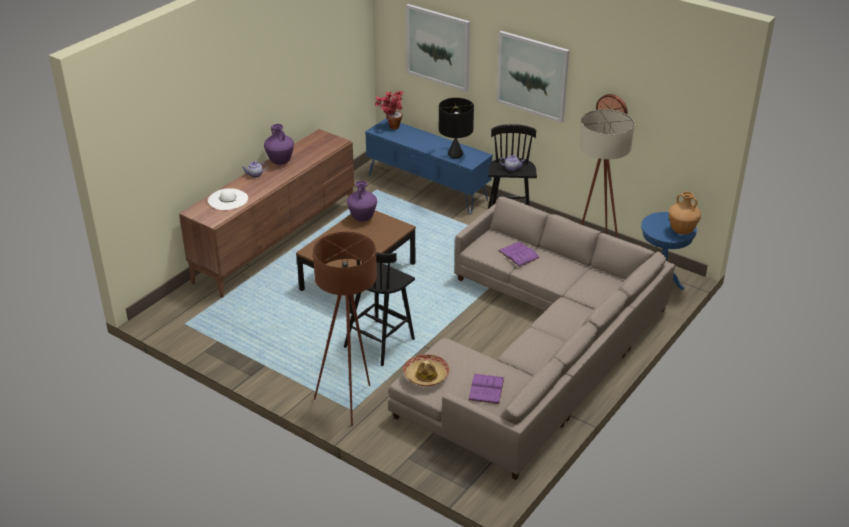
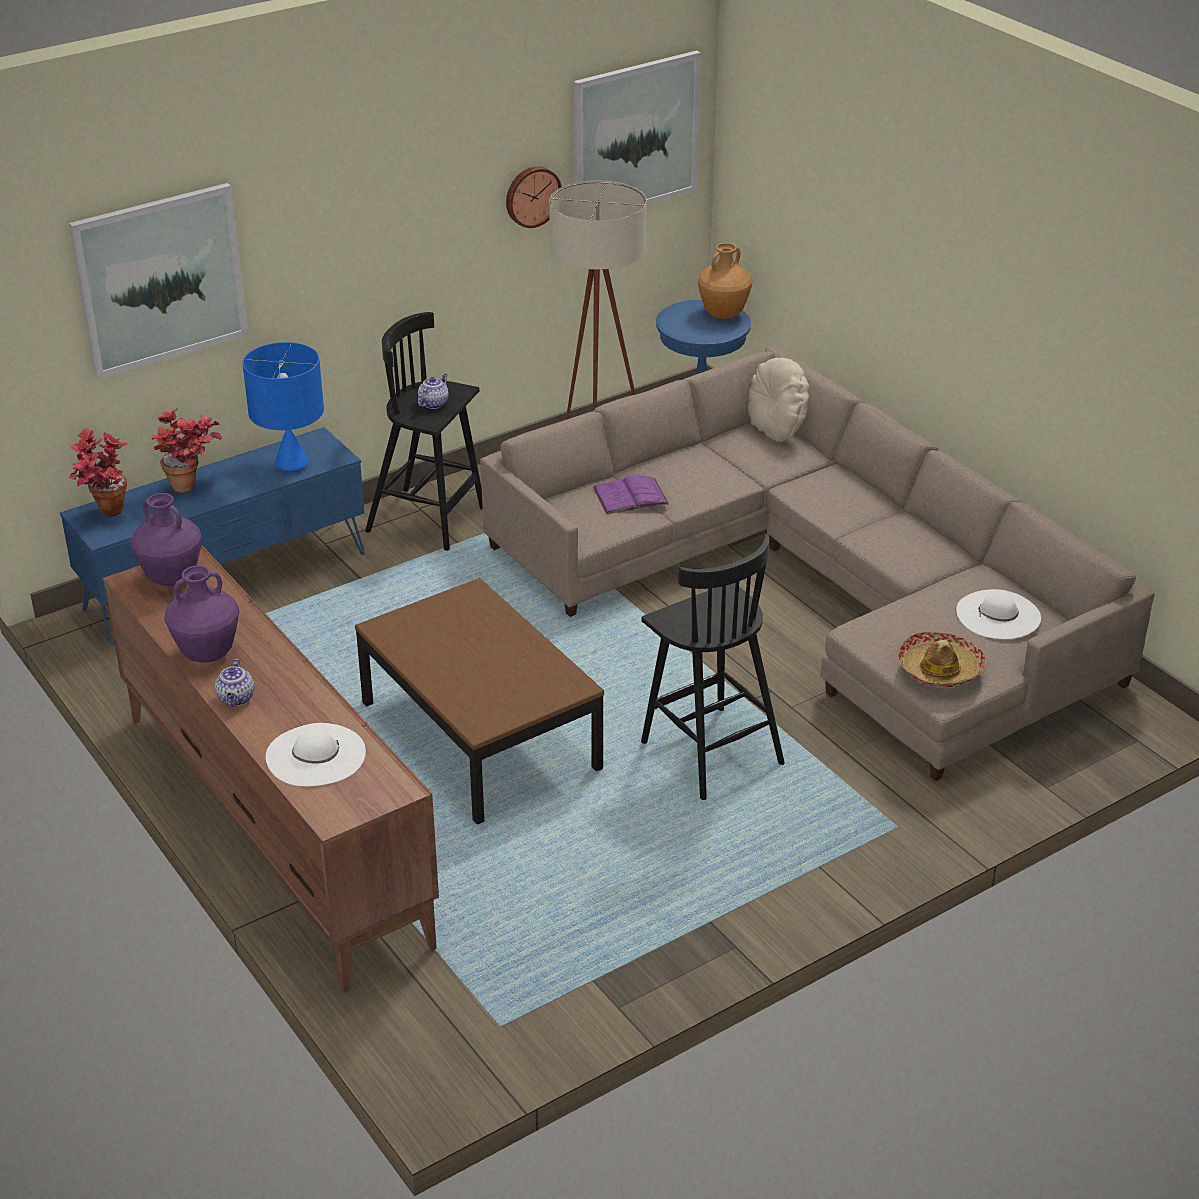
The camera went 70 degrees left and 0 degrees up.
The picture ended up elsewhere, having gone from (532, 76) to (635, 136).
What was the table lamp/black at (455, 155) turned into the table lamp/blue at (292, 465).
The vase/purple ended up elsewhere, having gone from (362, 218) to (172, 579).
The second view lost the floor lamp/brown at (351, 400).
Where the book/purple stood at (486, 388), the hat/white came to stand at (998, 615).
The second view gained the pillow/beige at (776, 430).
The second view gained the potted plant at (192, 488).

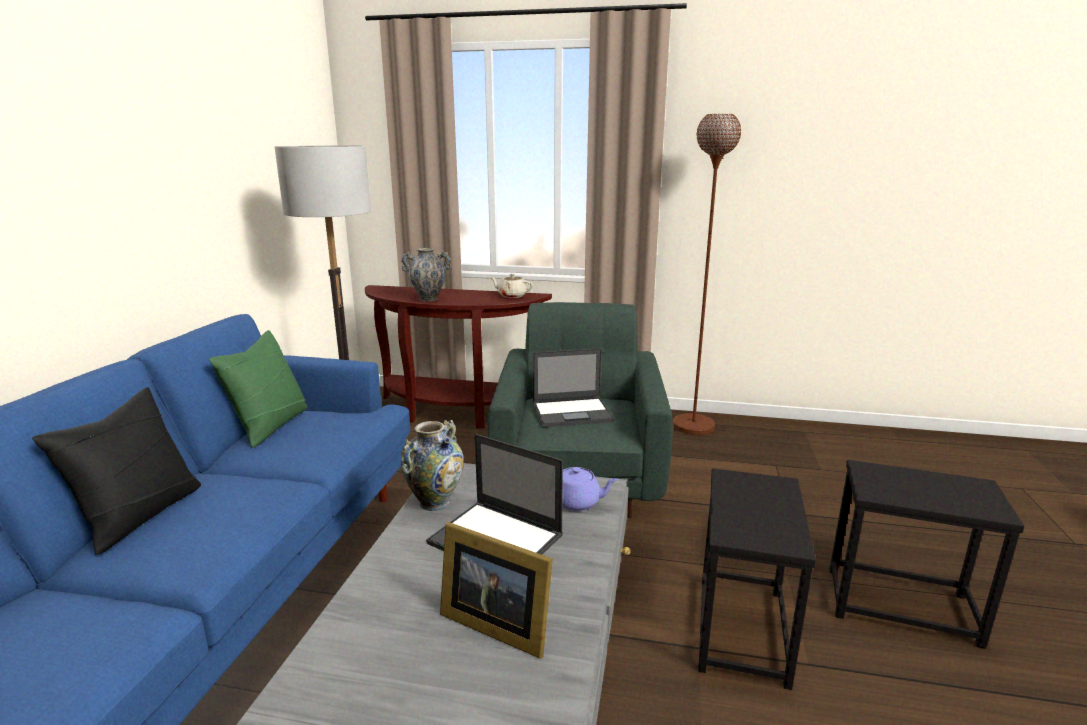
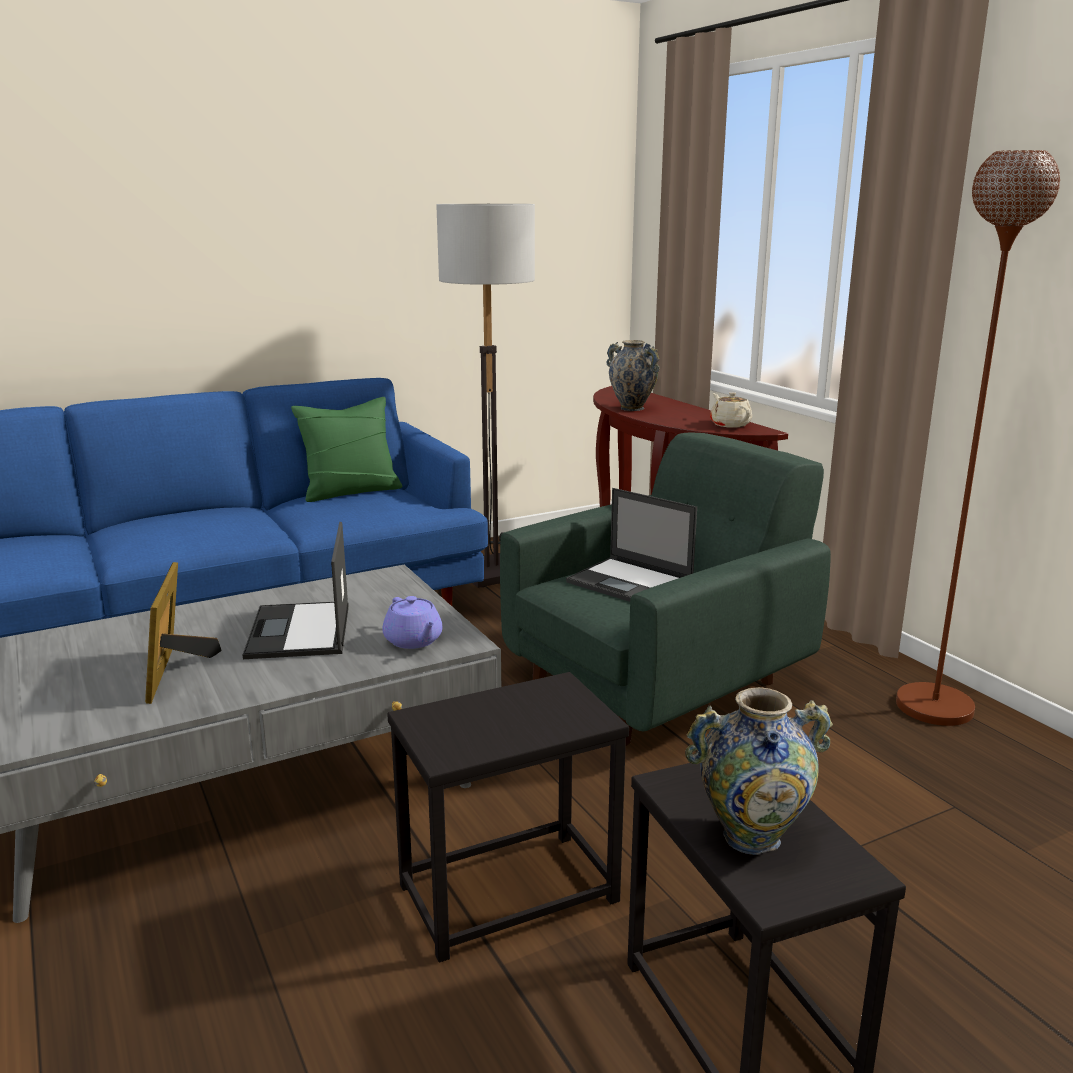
The camera went 50 degrees right and 0 degrees up.
The second view lost the pillow/black at (140, 515).
The vase ended up elsewhere, having gone from (435, 502) to (752, 837).

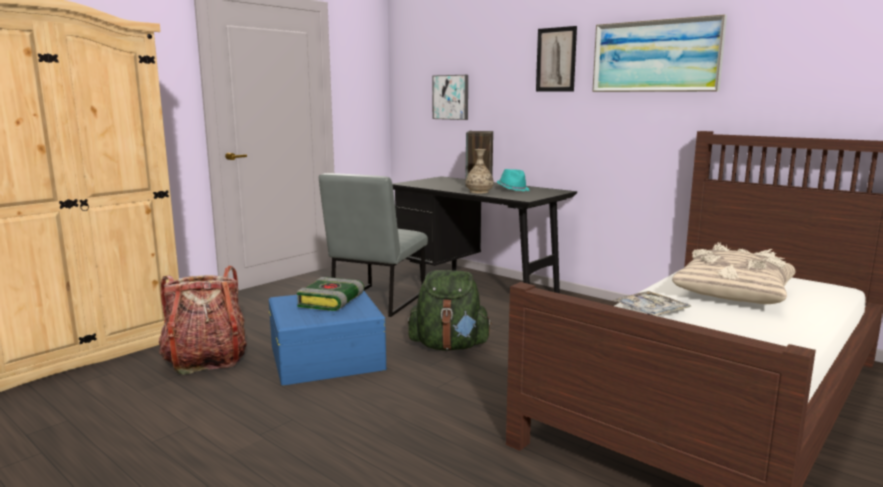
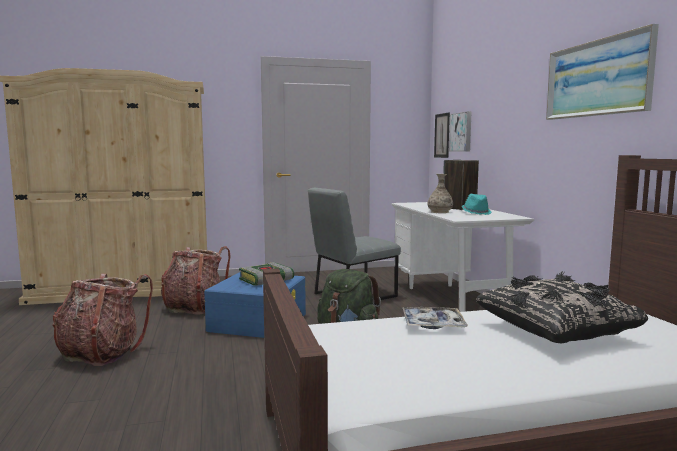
The camera went 35 degrees right and 5 degrees down.
The picture ended up elsewhere, having gone from (556, 59) to (442, 135).
What was the desk/black at (478, 285) turned into the desk/white at (451, 299).
What was the pillow/beige at (732, 296) turned into the pillow/black at (555, 332).
The second view gained the backpack at (102, 353).

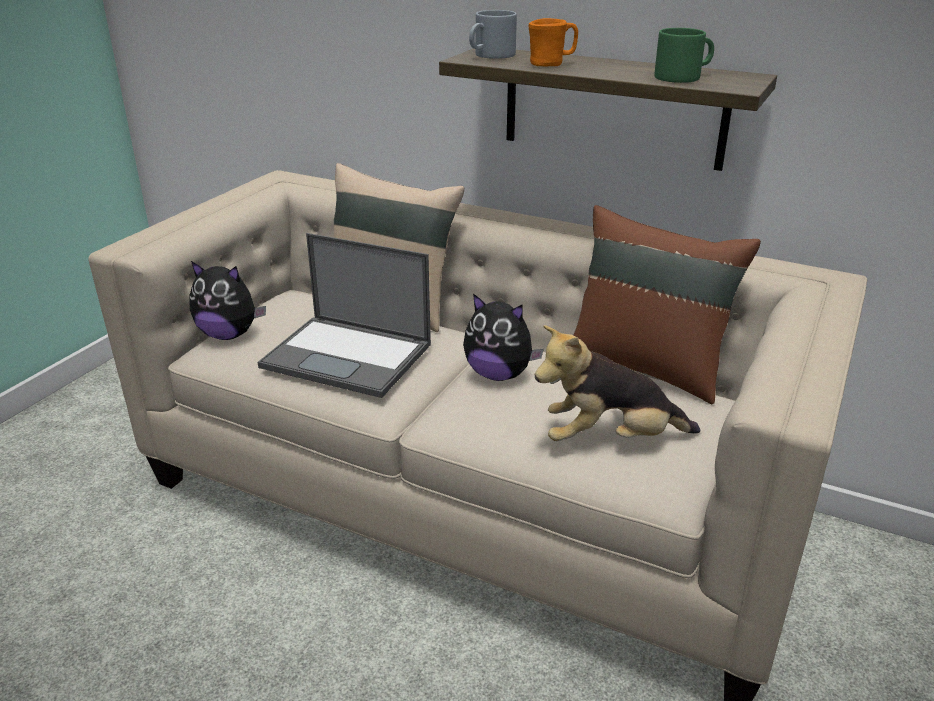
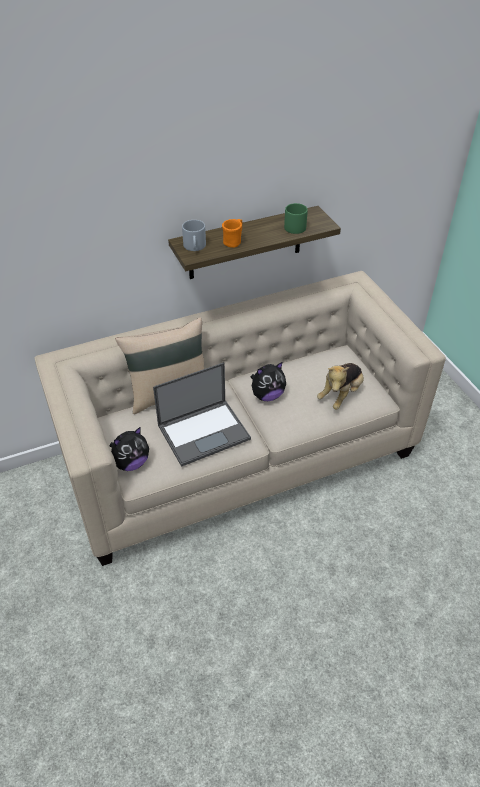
The camera went 50 degrees left and 15 degrees up.
The second view lost the pillow/brown at (646, 367).

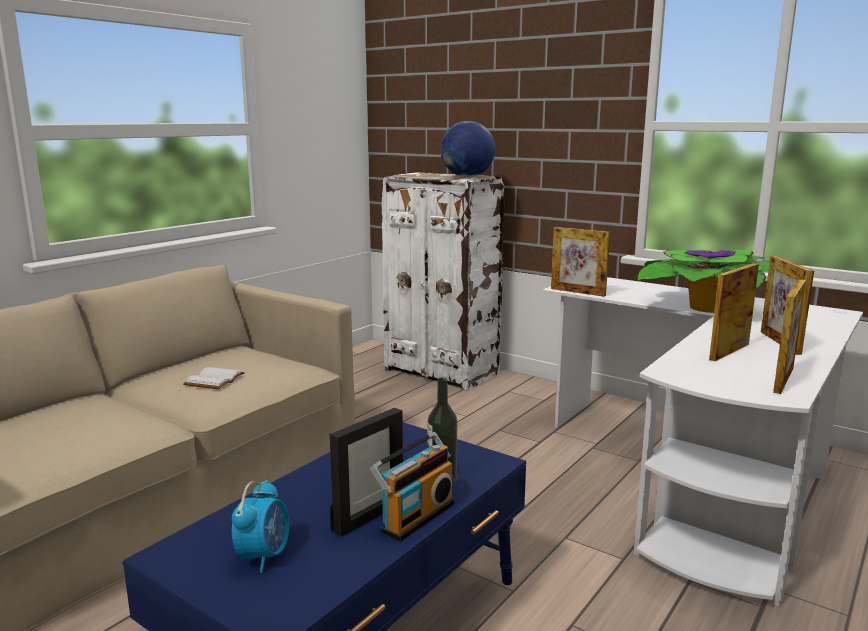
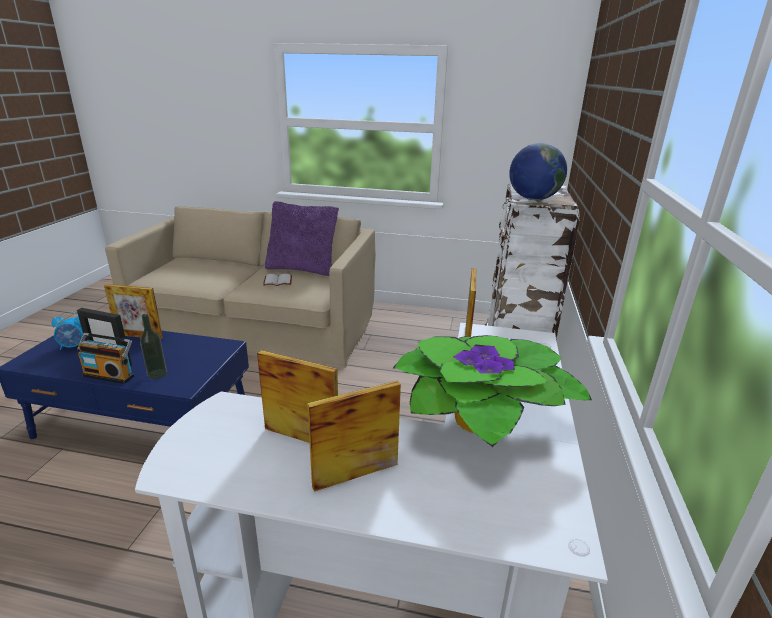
The camera went 65 degrees right and 10 degrees up.
The picture frame ended up elsewhere, having gone from (783, 380) to (139, 336).
The second view gained the pillow/purple at (302, 267).

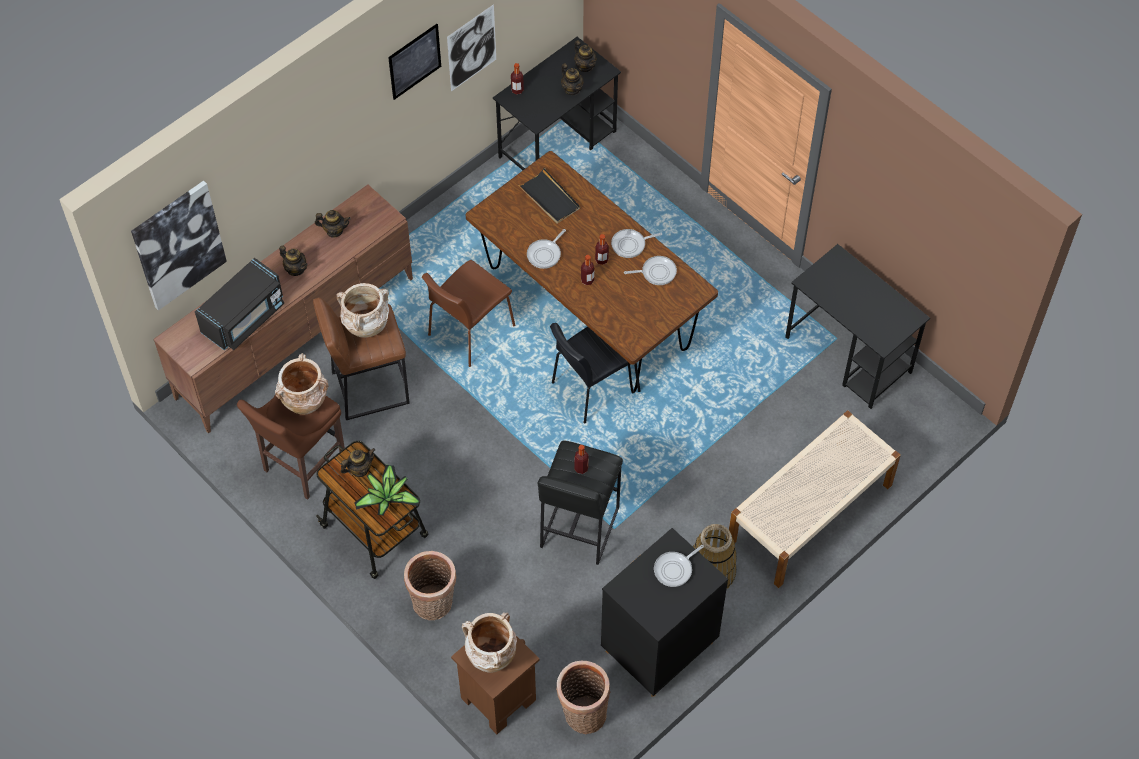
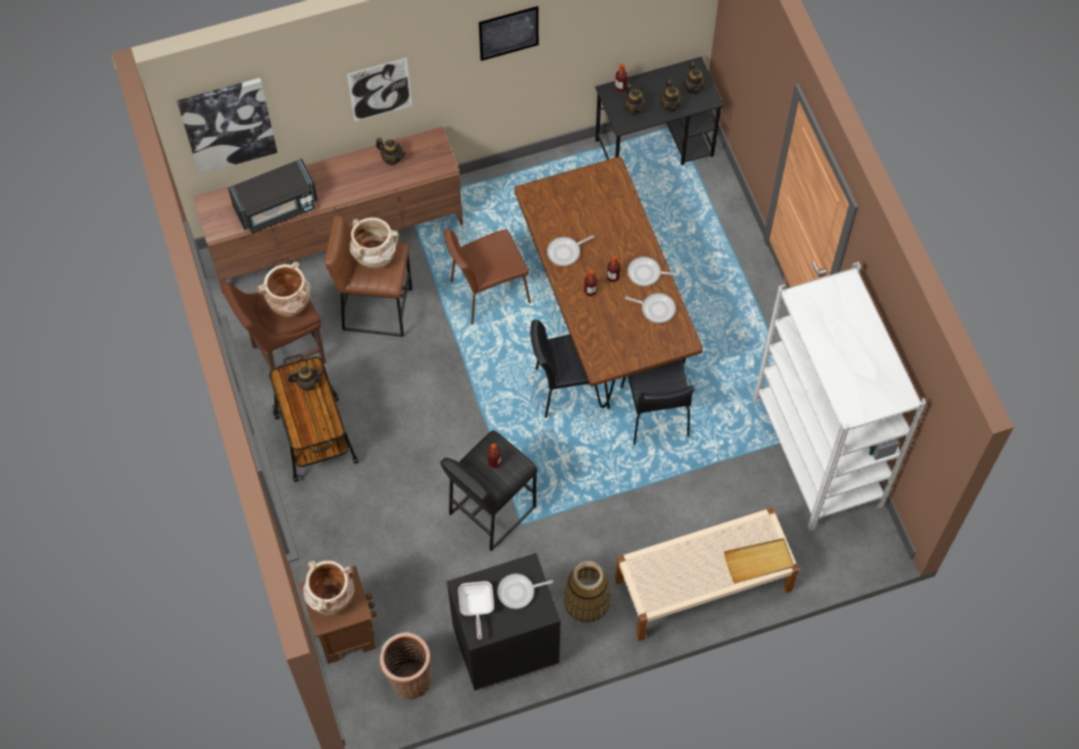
The camera went 25 degrees right and 5 degrees up.
The picture ended up elsewhere, having gone from (472, 48) to (380, 90).
The second view lost the tray/black at (550, 198).
Where the desk/black stood at (849, 355), the bookcase/white came to stand at (817, 453).
The teapot ended up elsewhere, having gone from (296, 269) to (634, 108).
The second view lost the potted plant at (387, 498).
The second view lost the basket at (433, 604).
The second view gained the chair/black at (655, 414).
The second view gained the tray/beige at (758, 561).
The second view gained the frying pan at (476, 608).

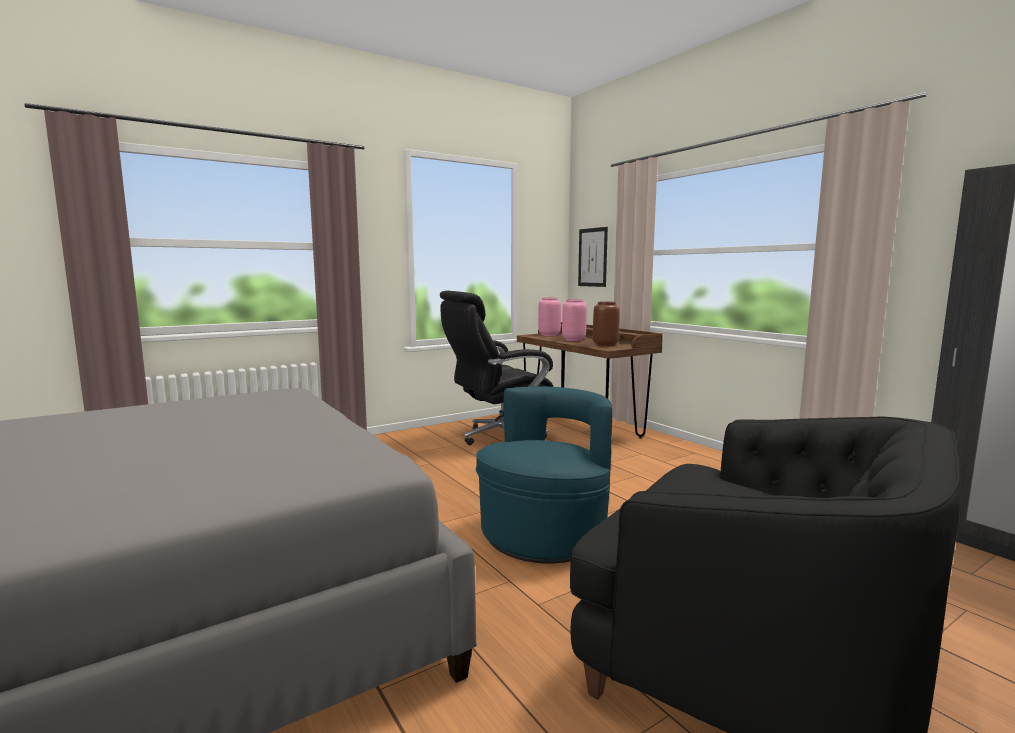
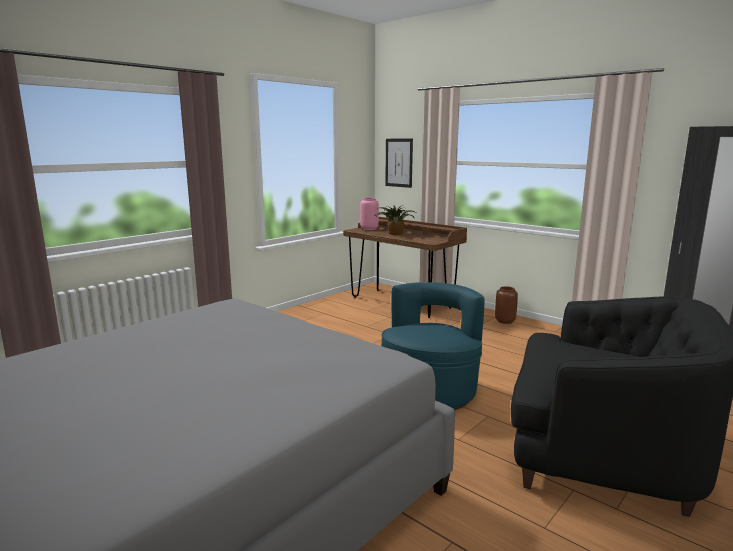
The camera went 15 degrees left and 5 degrees up.
The second view lost the office chair/black at (498, 439).
Where the vase/pink stood at (573, 339), the potted plant came to stand at (394, 233).
The vase/brown ended up elsewhere, having gone from (605, 345) to (504, 321).

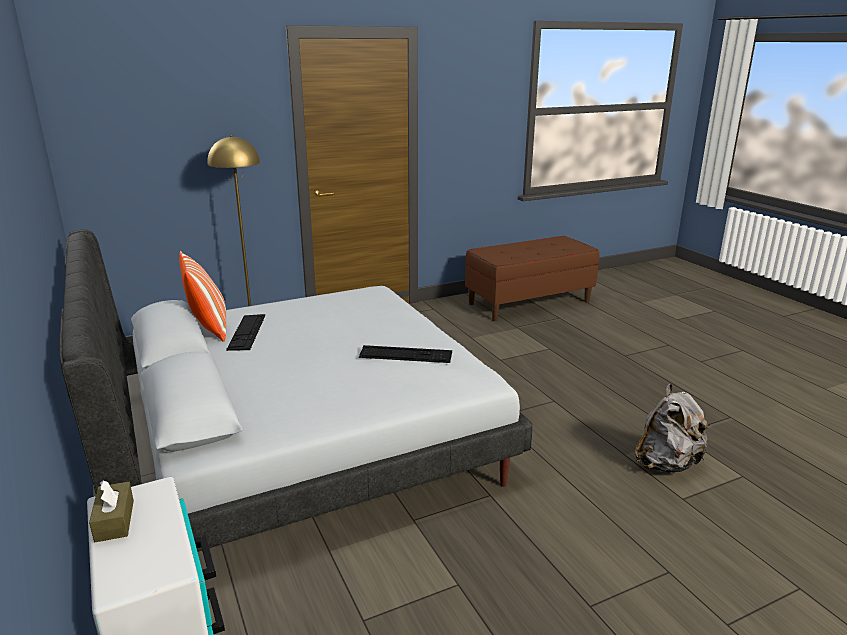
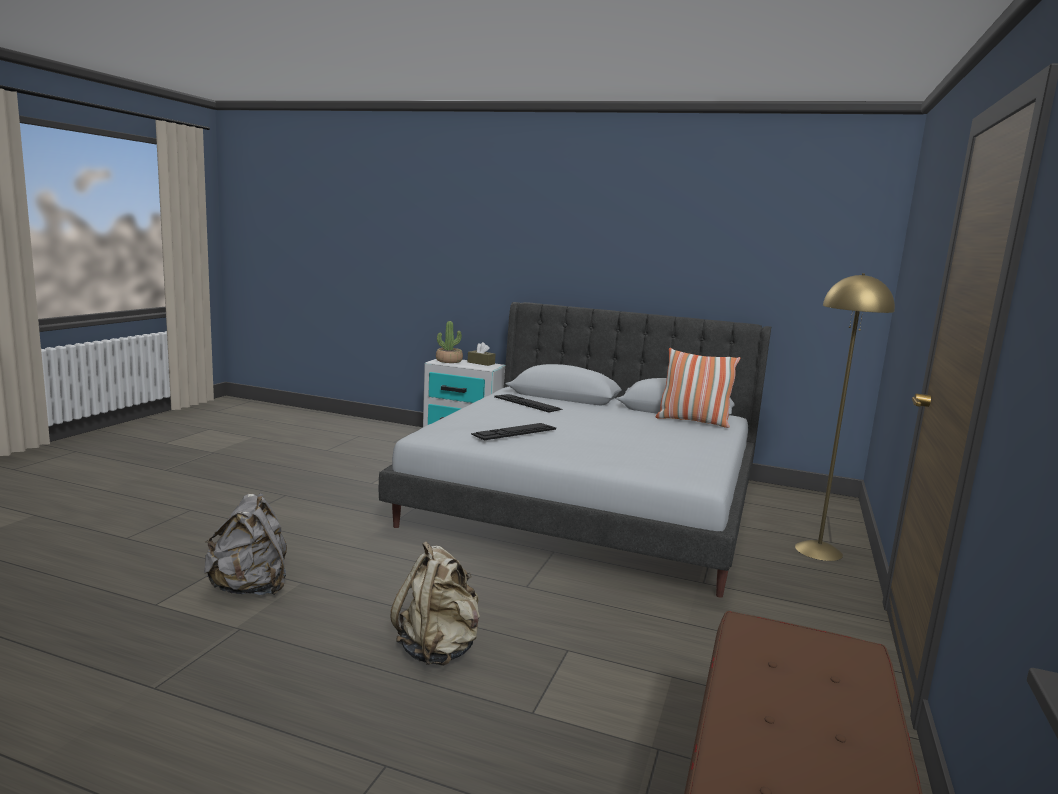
The camera went 135 degrees right and 10 degrees down.
The keyboard ended up elsewhere, having gone from (246, 332) to (527, 403).
The second view gained the potted plant at (449, 361).
The second view gained the backpack/beige at (438, 649).

